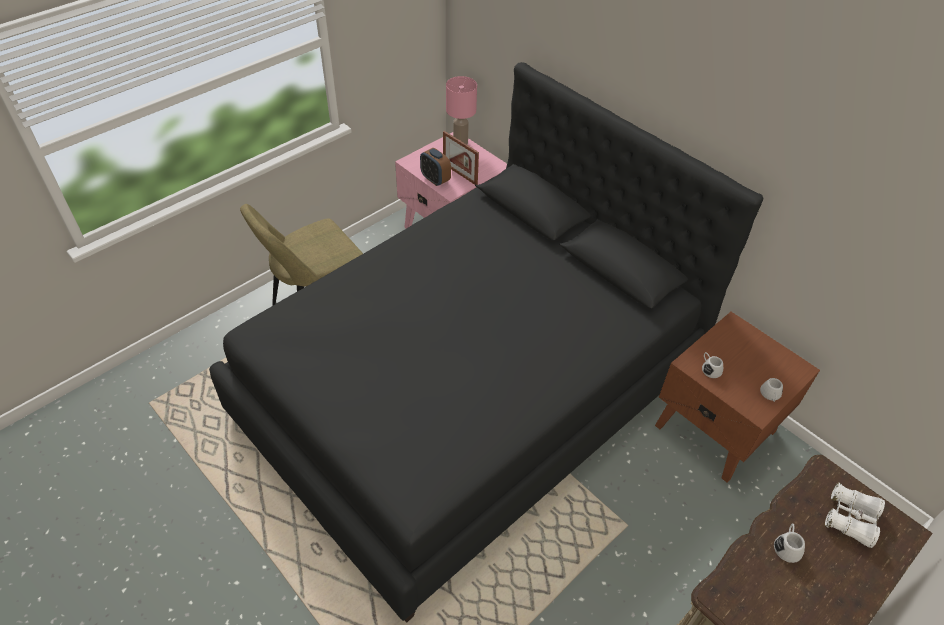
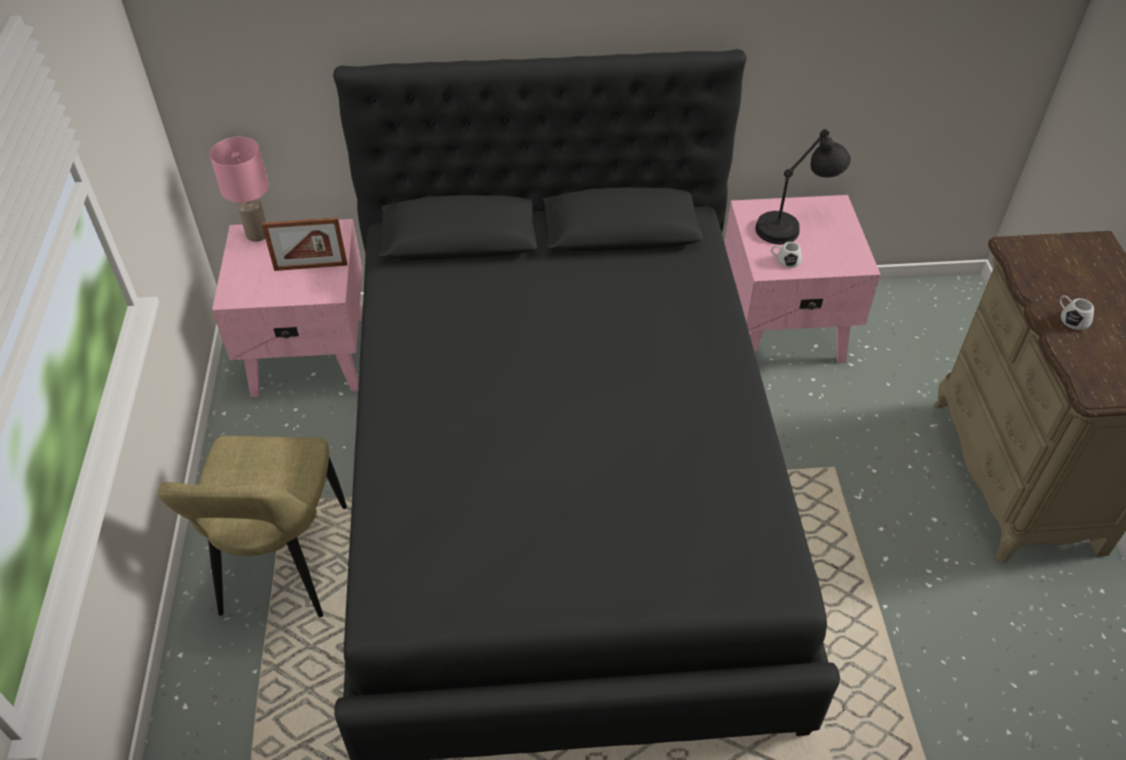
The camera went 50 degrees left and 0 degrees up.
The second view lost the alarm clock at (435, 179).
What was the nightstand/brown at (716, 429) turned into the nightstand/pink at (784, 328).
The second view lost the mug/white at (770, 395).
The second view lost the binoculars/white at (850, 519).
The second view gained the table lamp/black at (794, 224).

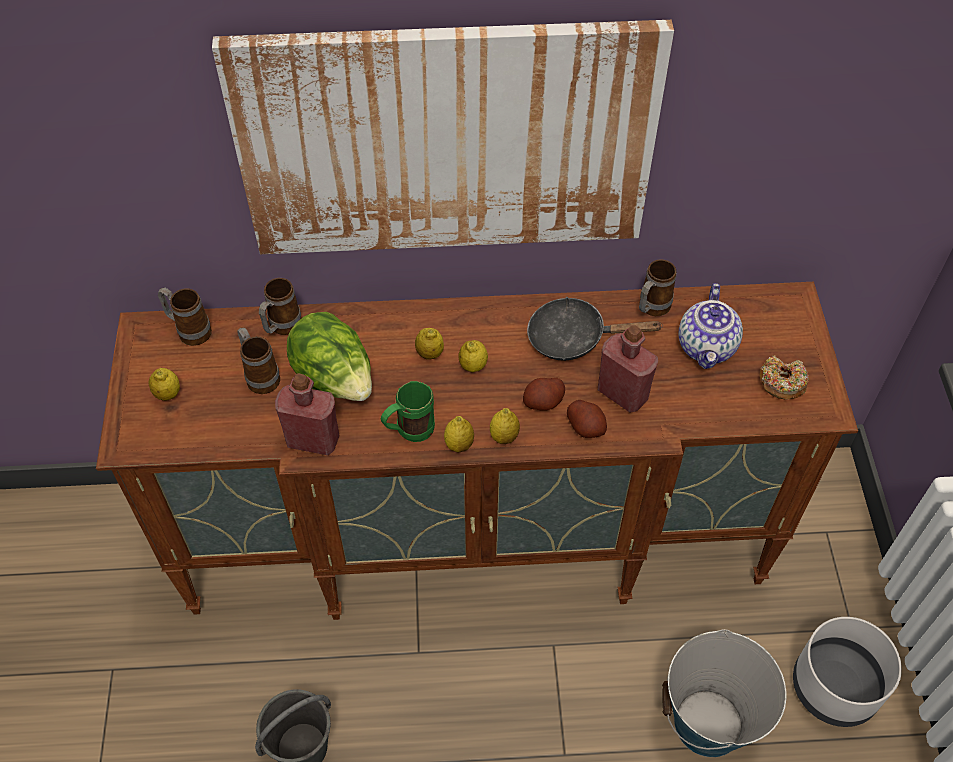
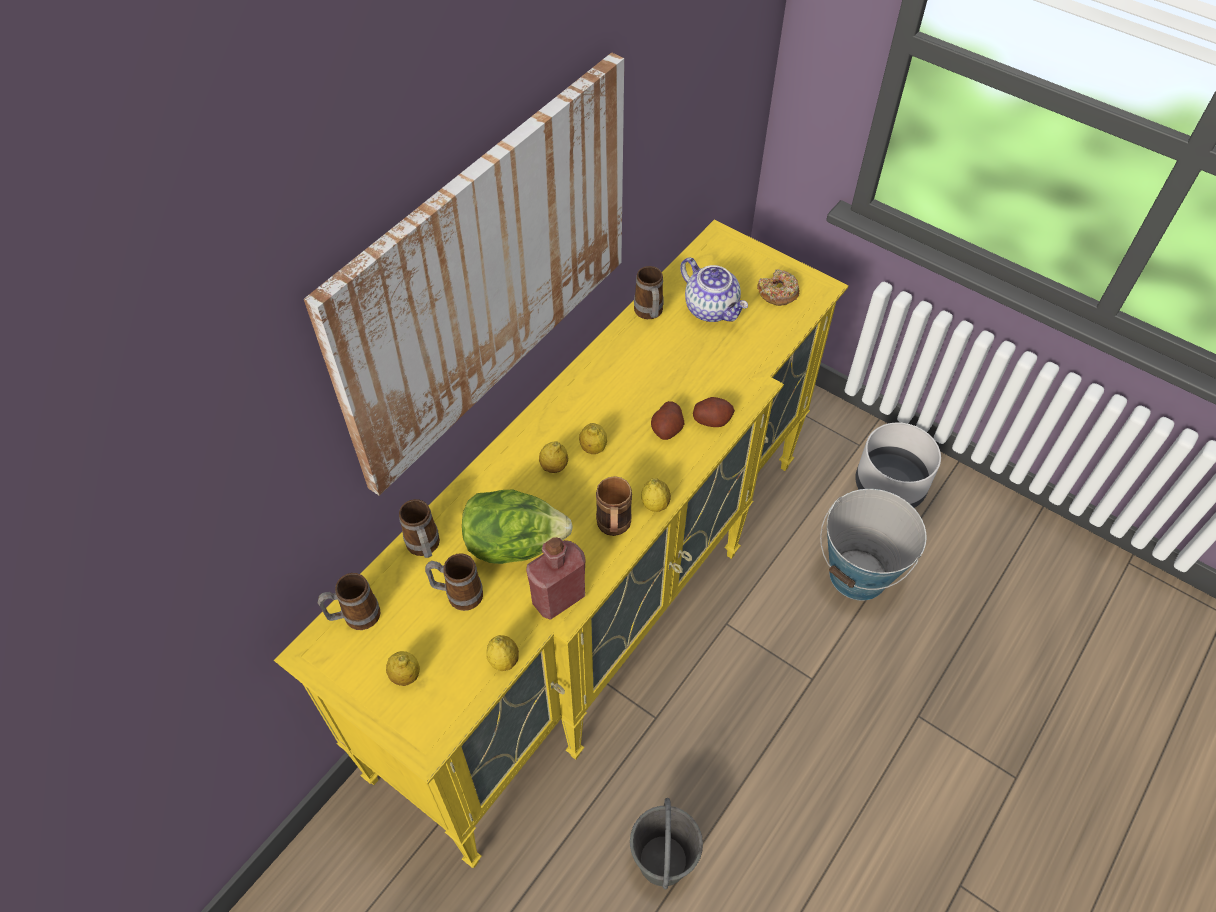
The camera went 50 degrees left and 0 degrees up.
What was the cabinet/brown at (476, 542) turned into the cabinet/yellow at (602, 611).
The second view lost the frying pan/black at (574, 337).
The second view lost the bottle/red at (622, 393).
What was the mug/green at (408, 432) turned into the mug/brown at (613, 529).
The lemon ended up elsewhere, having gone from (504, 436) to (504, 661).

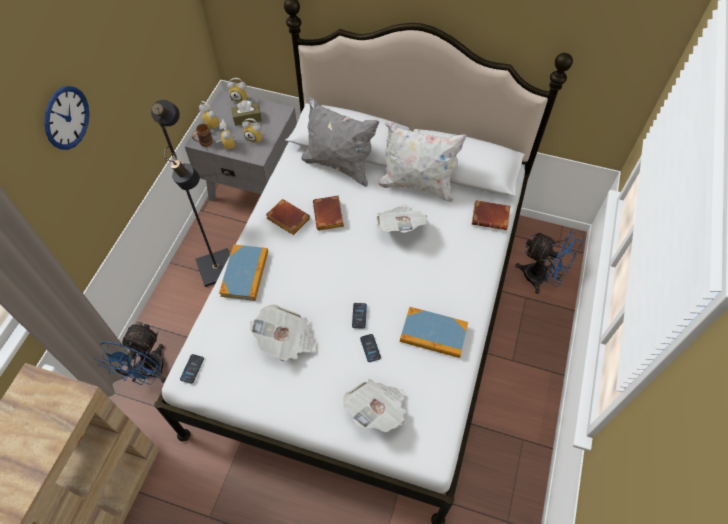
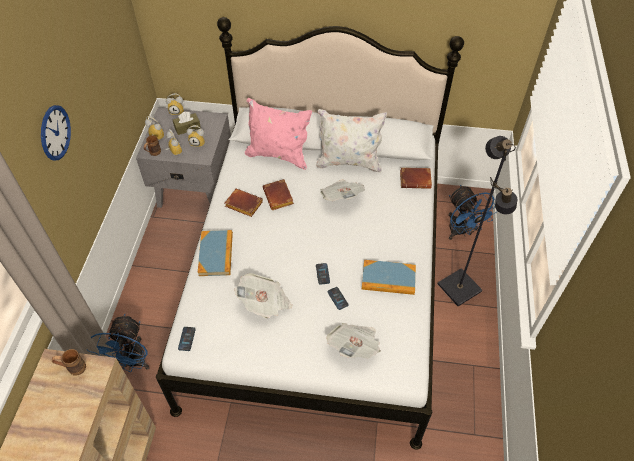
The camera went 10 degrees left and 5 degrees down.
What was the pillow/grey at (339, 165) turned into the pillow/pink at (278, 155).
The floor lamp/black ended up elsewhere, having gone from (216, 268) to (459, 288).
The fan/blue at (541, 278) ended up facing another way, 45 degrees clockwise from before.
The second view gained the mug/brown at (73, 368).

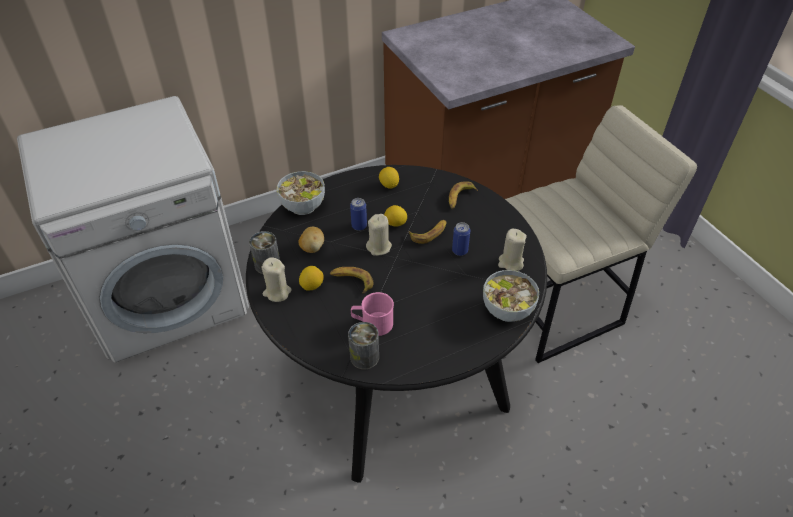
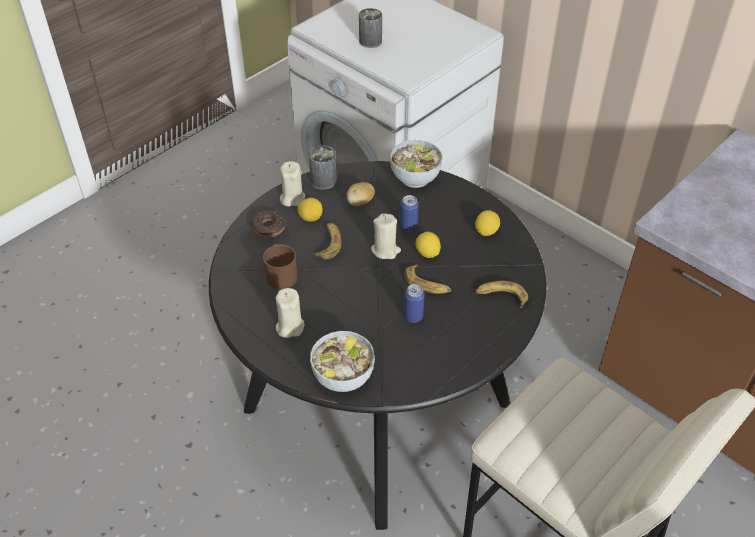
The camera went 70 degrees right and 0 degrees up.
The candle/beige ended up elsewhere, having gone from (510, 263) to (289, 326).
What was the mug/pink at (372, 323) turned into the mug/brown at (281, 274).
The can ended up elsewhere, having gone from (364, 357) to (370, 41).
The second view gained the donut at (268, 228).

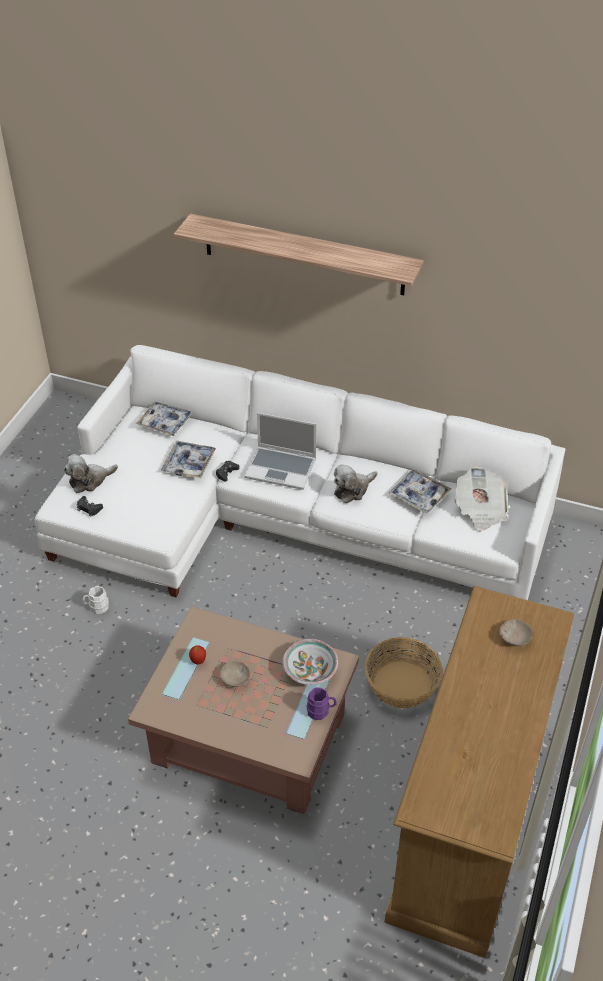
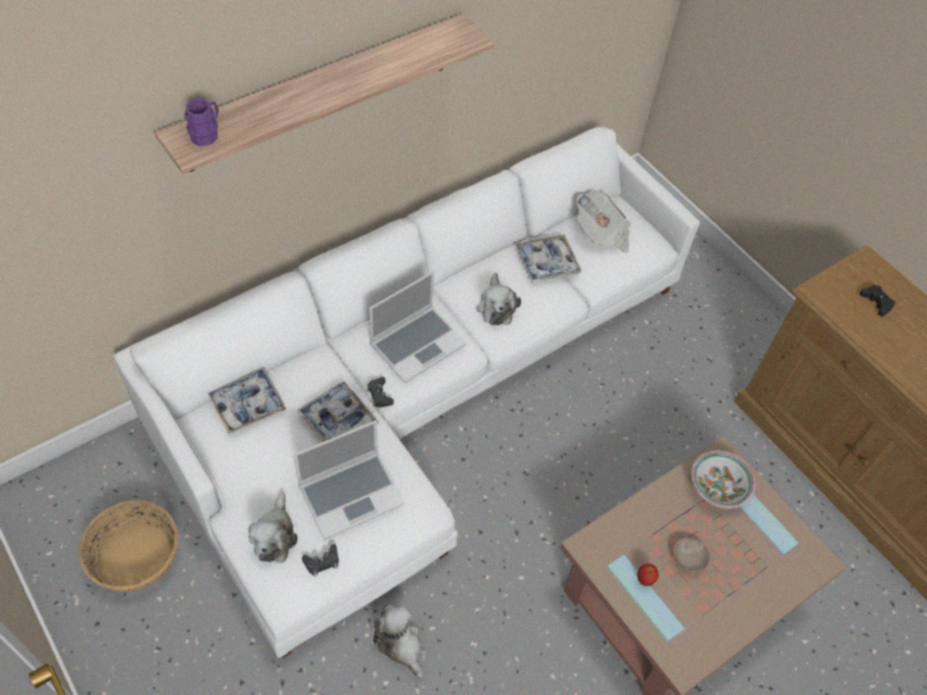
The camera went 60 degrees left and 10 degrees up.
Where the mug/white stood at (96, 607), the plush toy came to stand at (400, 644).
Where the bowl/beige stood at (514, 639), the game controller/black came to stand at (876, 302).
The basket ended up elsewhere, having gone from (402, 684) to (136, 556).
The mug/purple ended up elsewhere, having gone from (321, 711) to (207, 133).
The second view gained the laptop at (351, 494).

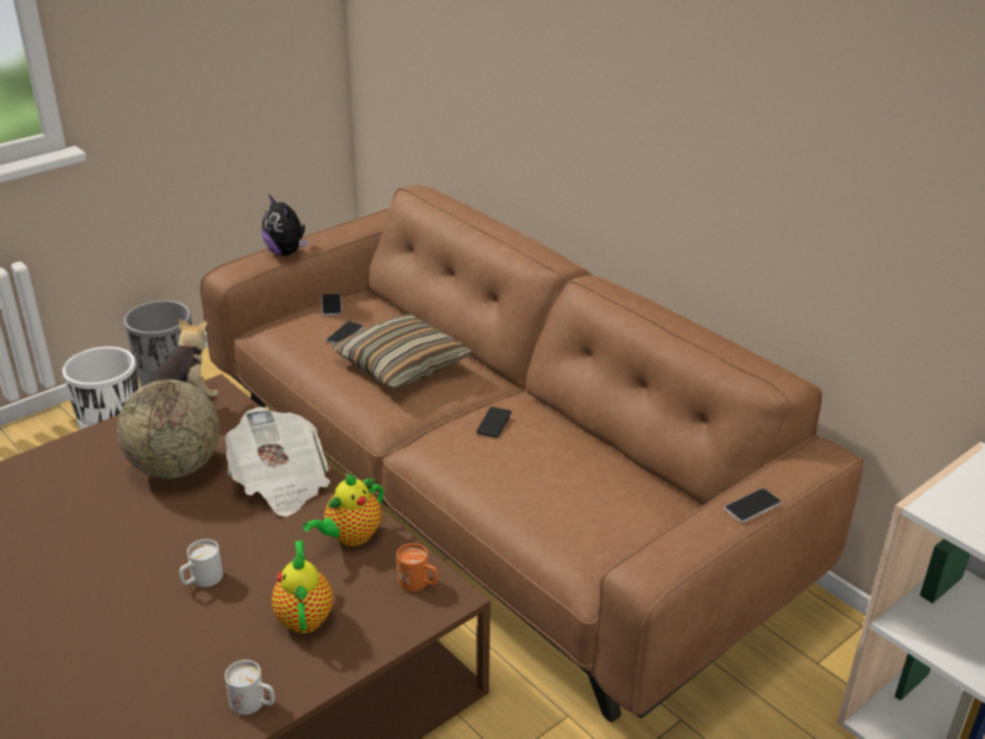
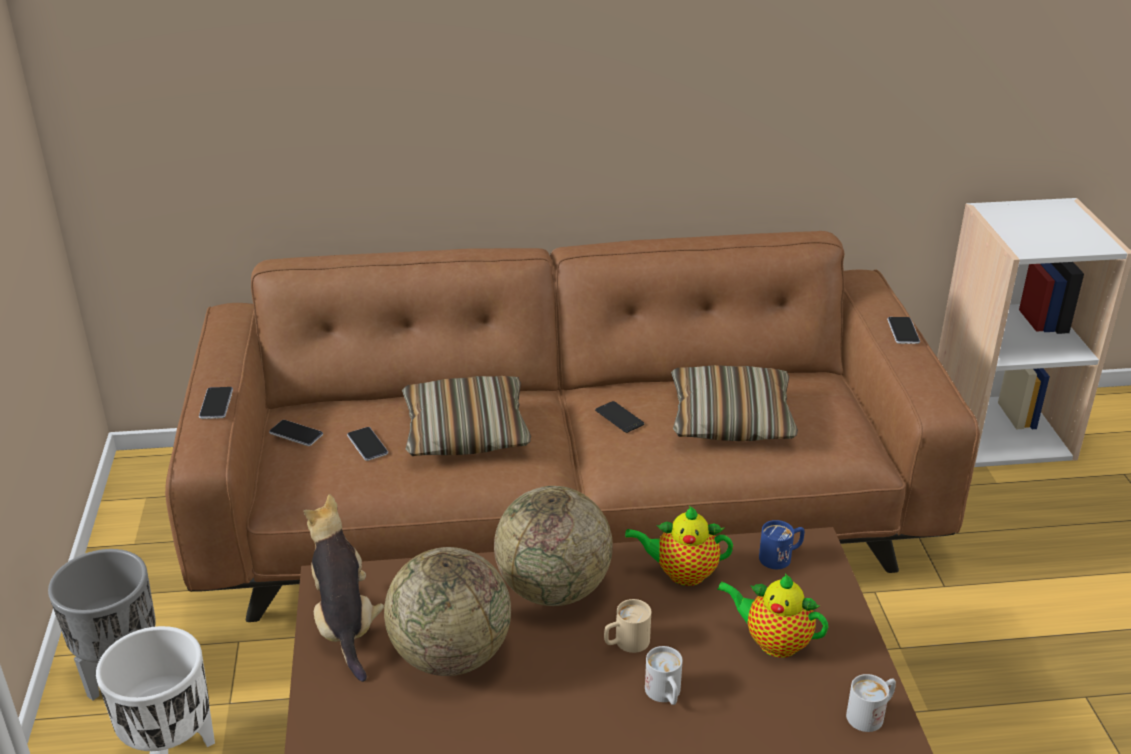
The camera went 55 degrees left and 0 degrees up.
Where the plush toy stood at (286, 252), the phone came to stand at (216, 404).
Where the newspaper stood at (280, 483), the globe came to stand at (554, 589).
The teapot at (350, 537) ended up facing another way, 105 degrees clockwise from before.
What was the mug/orange at (419, 583) turned into the mug/blue at (781, 557).
The second view gained the pillow at (731, 419).
The second view gained the mug/beige at (625, 643).

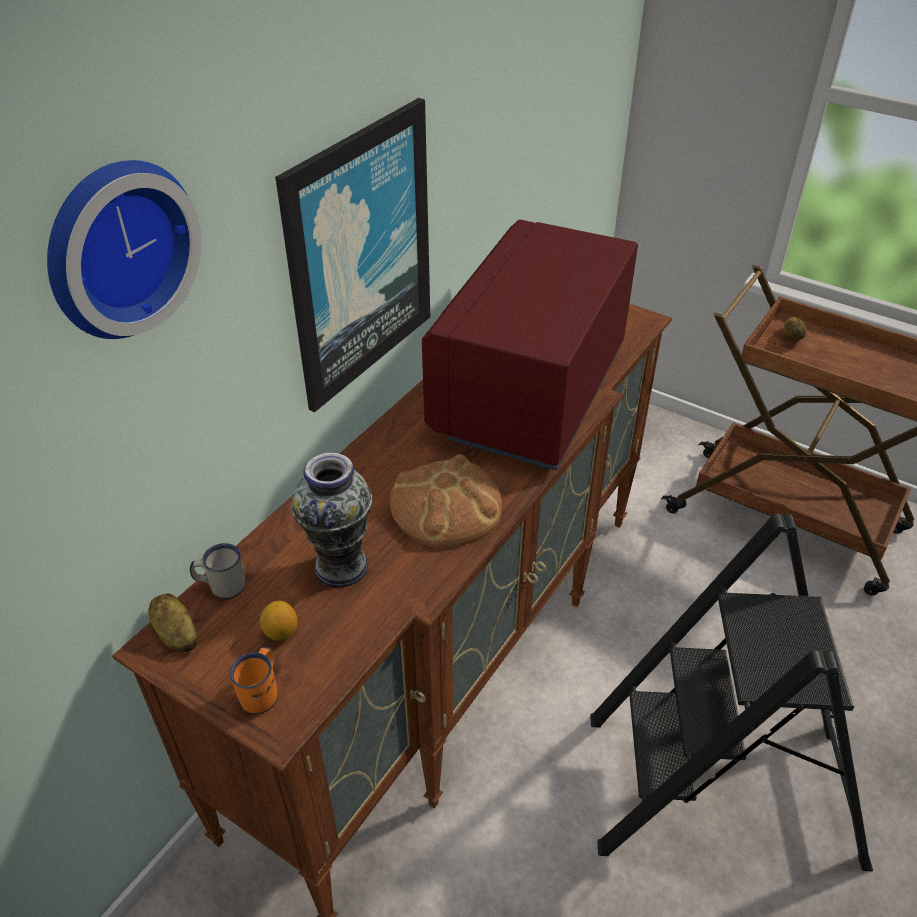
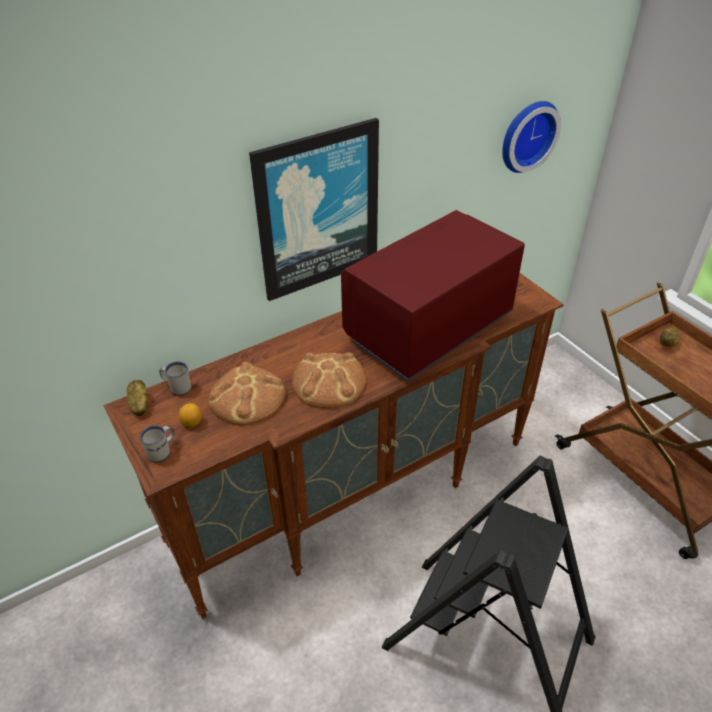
The camera went 25 degrees right and 0 degrees up.
The wall clock ended up elsewhere, having gone from (116, 247) to (526, 135).
Where the vase stood at (342, 566), the bread came to stand at (247, 397).
What was the mug/orange at (262, 692) turned into the mug/white at (162, 451).

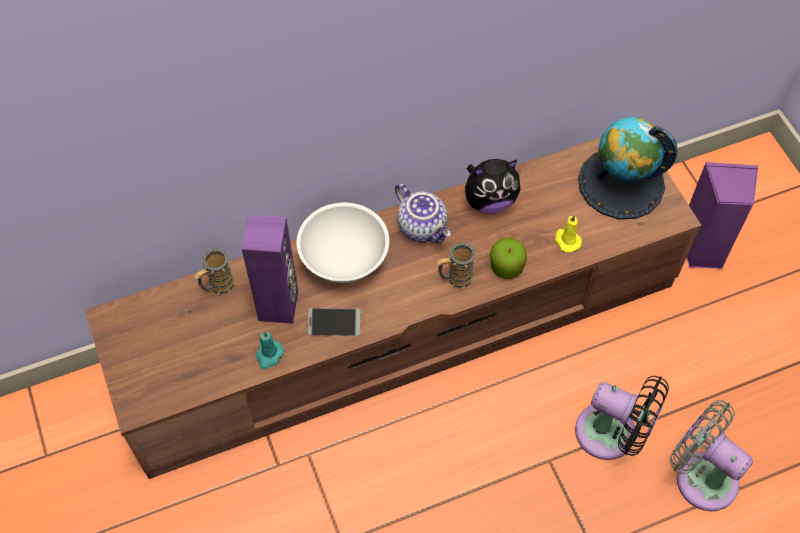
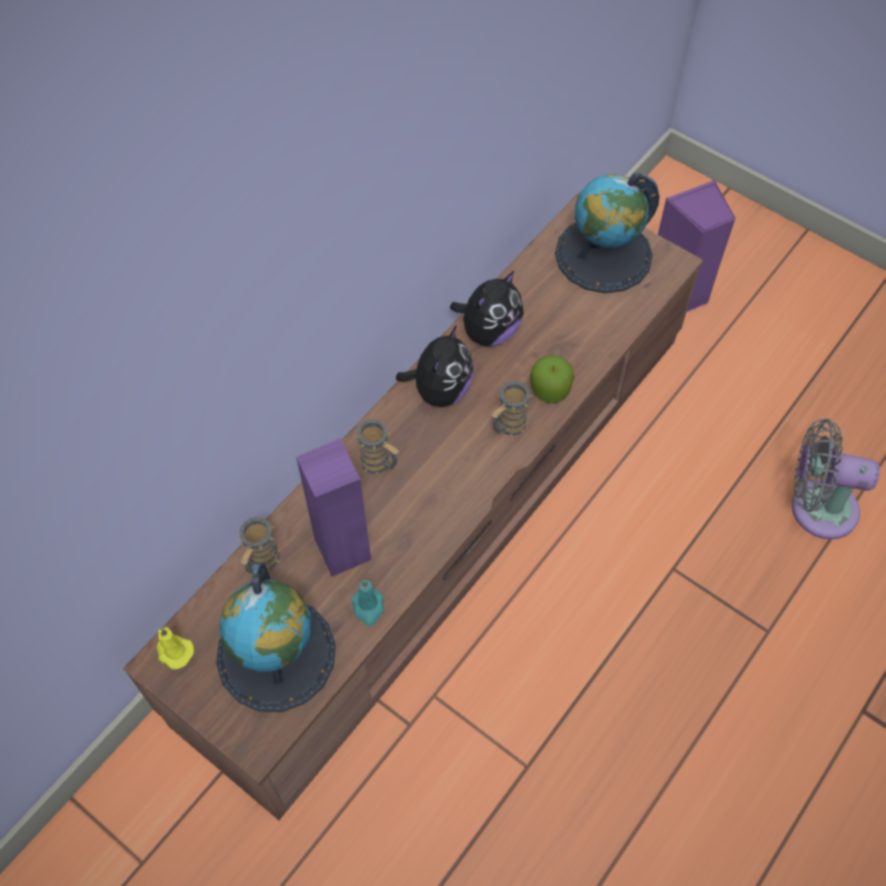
The camera went 30 degrees left and 0 degrees up.
Where the teapot stood at (423, 227), the plush toy came to stand at (440, 391).
Where the bowl/white stood at (344, 259), the mug came to stand at (380, 464).
The candle/yellow ended up elsewhere, having gone from (566, 240) to (174, 651).
The second view lost the phone at (334, 325).
The second view lost the fan/black at (612, 435).
The second view gained the globe at (276, 654).

